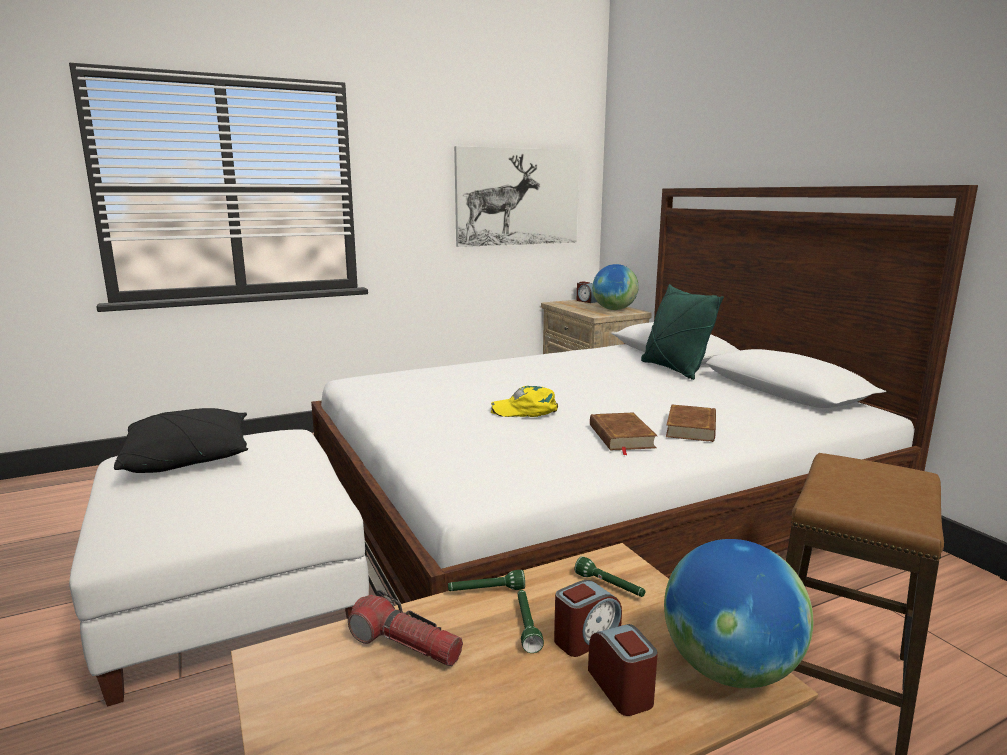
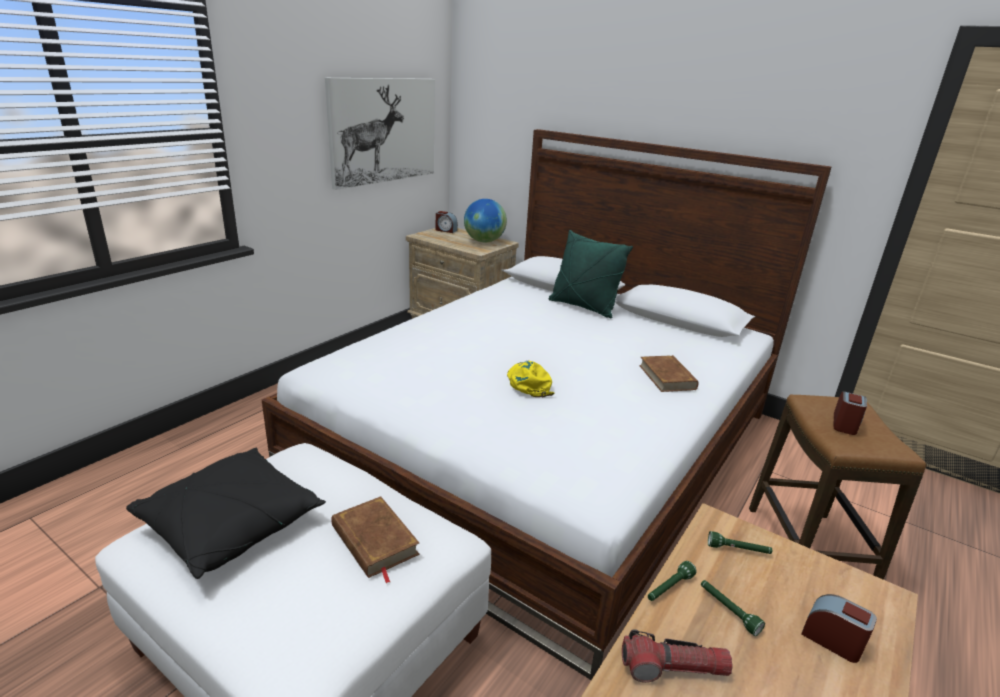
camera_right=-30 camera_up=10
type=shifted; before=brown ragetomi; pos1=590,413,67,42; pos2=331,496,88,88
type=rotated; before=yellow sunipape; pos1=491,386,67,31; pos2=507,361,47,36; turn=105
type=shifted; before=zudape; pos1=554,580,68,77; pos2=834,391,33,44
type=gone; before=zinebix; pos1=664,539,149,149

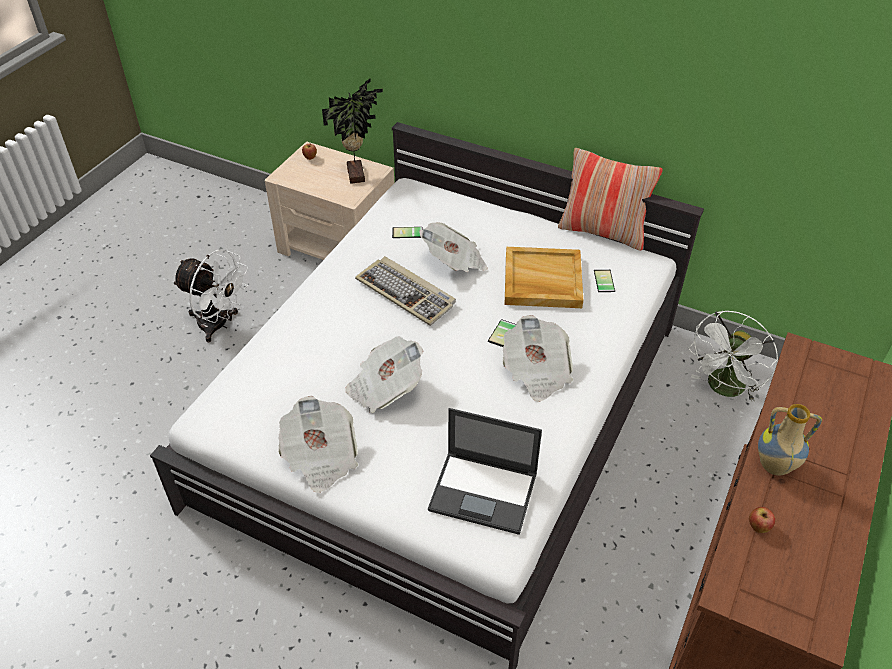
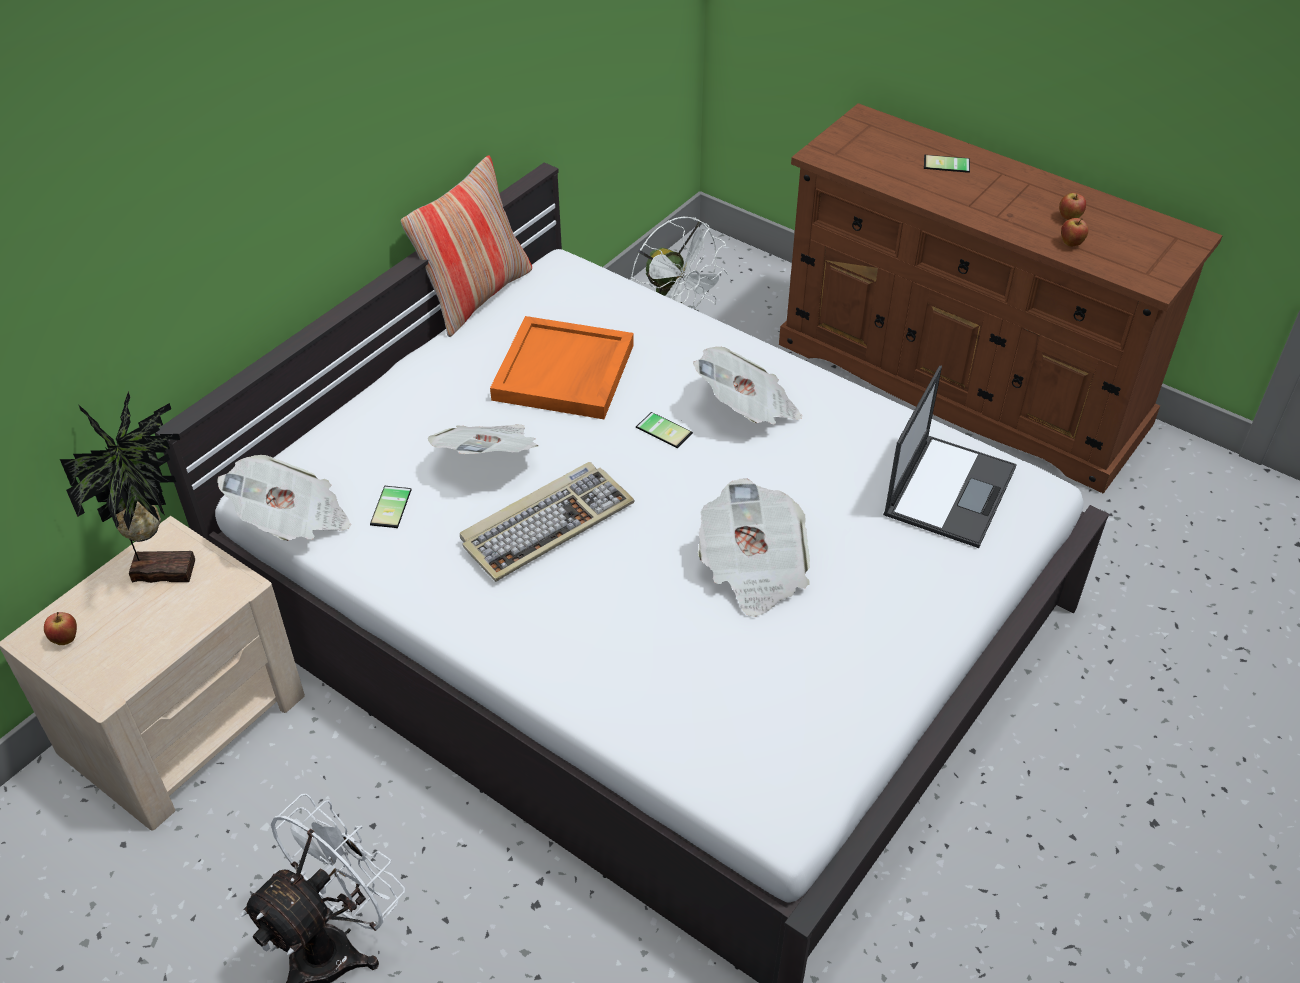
camera_right=-80 camera_up=0
type=shifted; before=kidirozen; pos1=278,396,80,97; pos2=217,455,134,86
type=repainted; before=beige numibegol; after=orange numibegol; pos1=505,247,78,61; pos2=490,316,144,103
type=shifted; before=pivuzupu; pos1=594,270,21,22; pos2=924,155,46,18
type=new; after=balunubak; pos2=1059,193,27,27
type=gone; before=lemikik; pos1=758,404,64,71

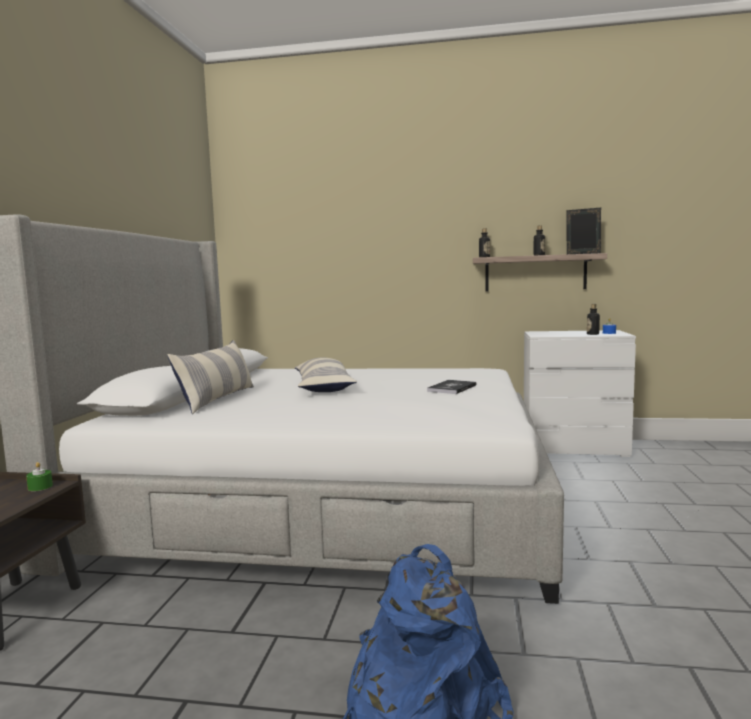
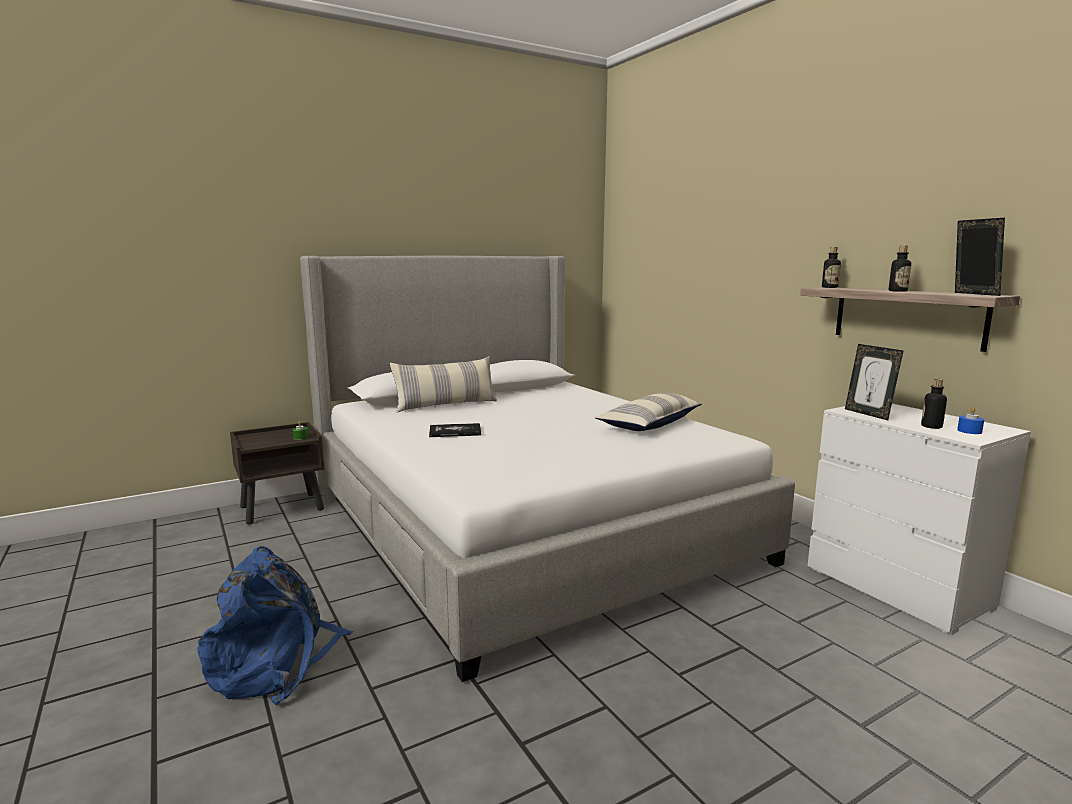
camera_right=50 camera_up=5
type=shifted; before=ragetomi; pos1=427,380,49,14; pos2=429,423,52,14
type=shifted; before=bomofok; pos1=295,358,62,34; pos2=595,393,107,38
type=new; after=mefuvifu; pos2=845,344,59,76

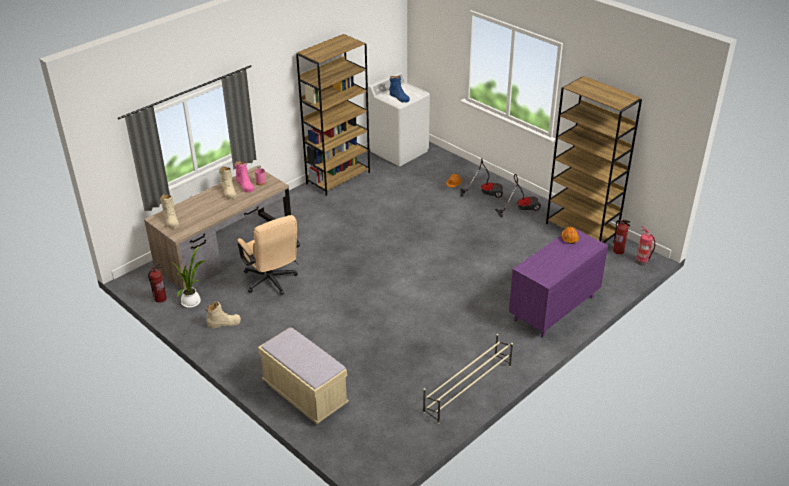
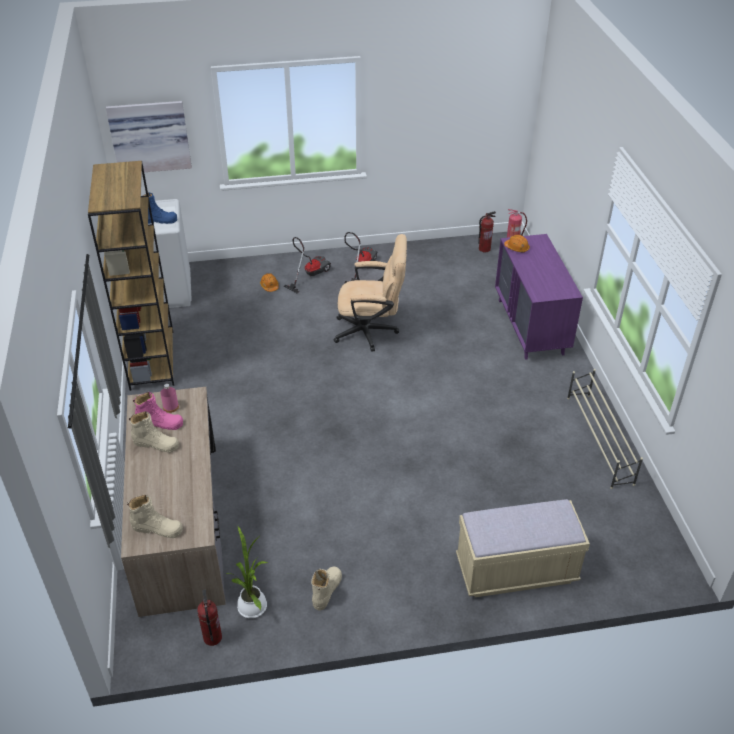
camera_right=-55 camera_up=5
type=new; after=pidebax; pos2=106,101,86,71
type=shifted; before=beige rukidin; pos1=237,215,63,80; pos2=334,234,73,118
type=gone; before=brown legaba; pos1=546,76,96,167

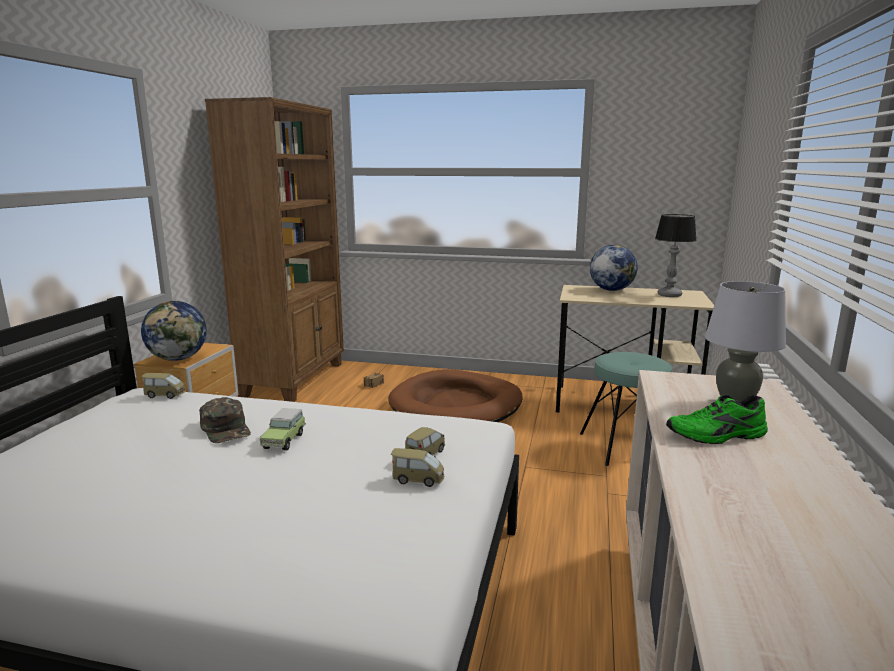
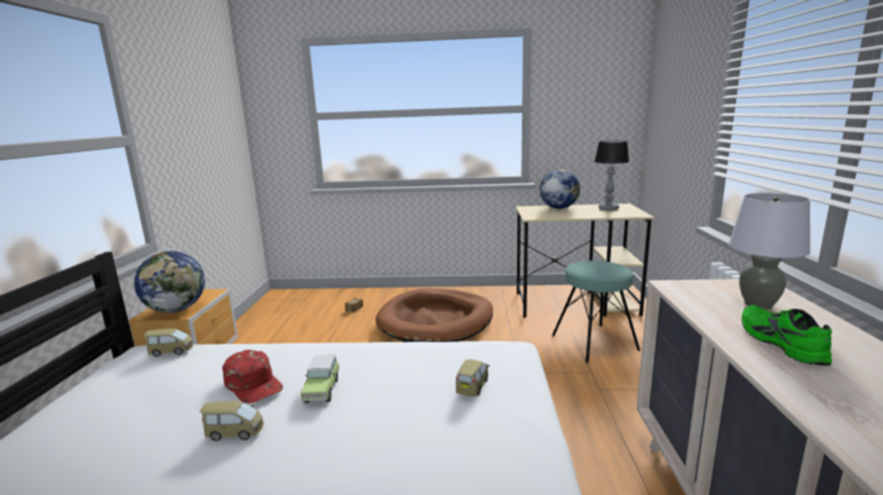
camera_right=-10 camera_up=0
type=shifted; before=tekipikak; pos1=391,448,53,39; pos2=200,401,64,40
type=repainted; before=green sunipape; after=red sunipape; pos1=199,397,52,46; pos2=222,350,61,54
type=rotated; before=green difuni; pos1=666,394,102,50; pos2=742,305,90,61; turn=105
type=gone; before=brown legaba; pos1=205,97,139,305

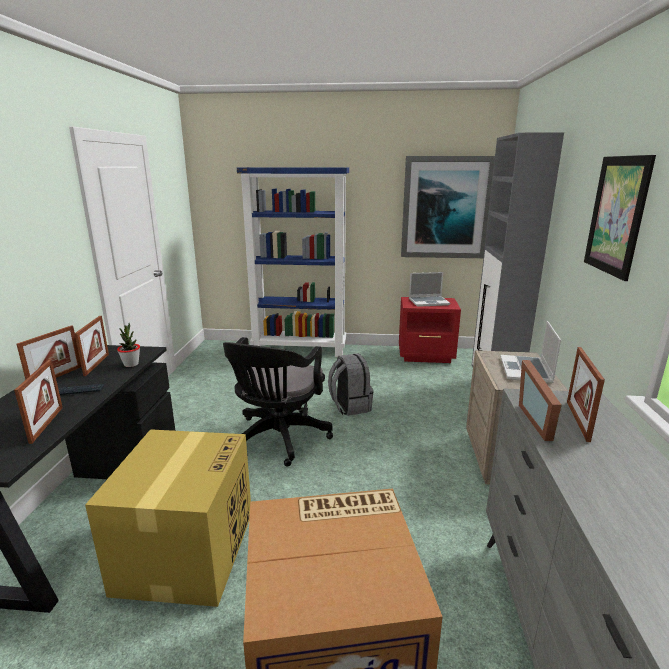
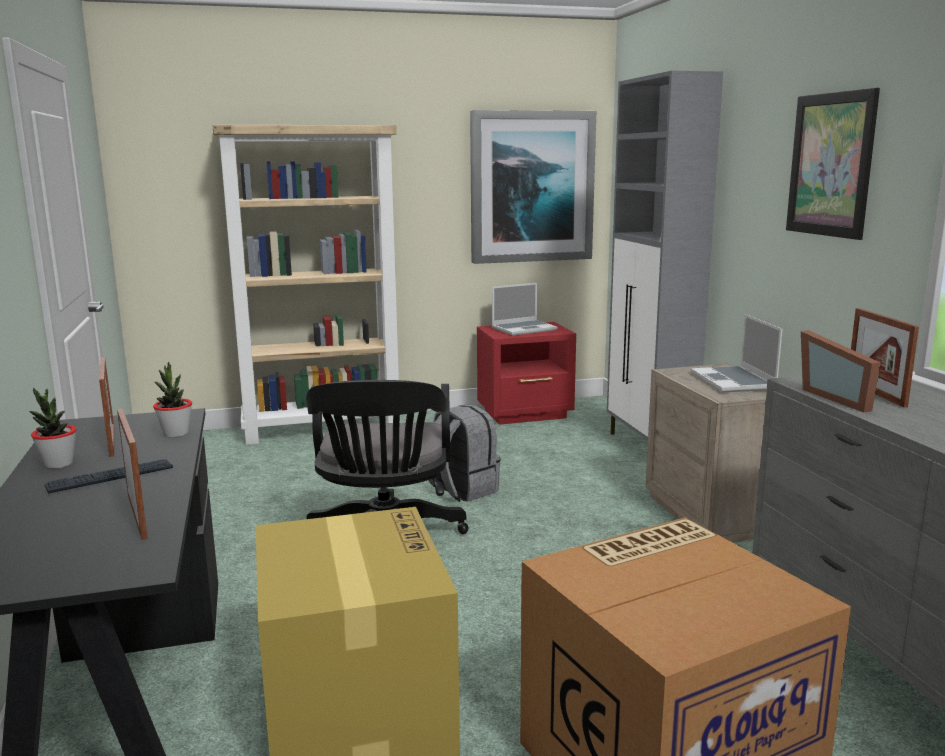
camera_right=-20 camera_up=-5
type=swapped; before=mefuvifu; after=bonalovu; pos1=16,325,65,55; pos2=29,387,47,82
type=repainted; before=blue legaba; after=beige legaba; pos1=237,167,112,190; pos2=212,125,191,320

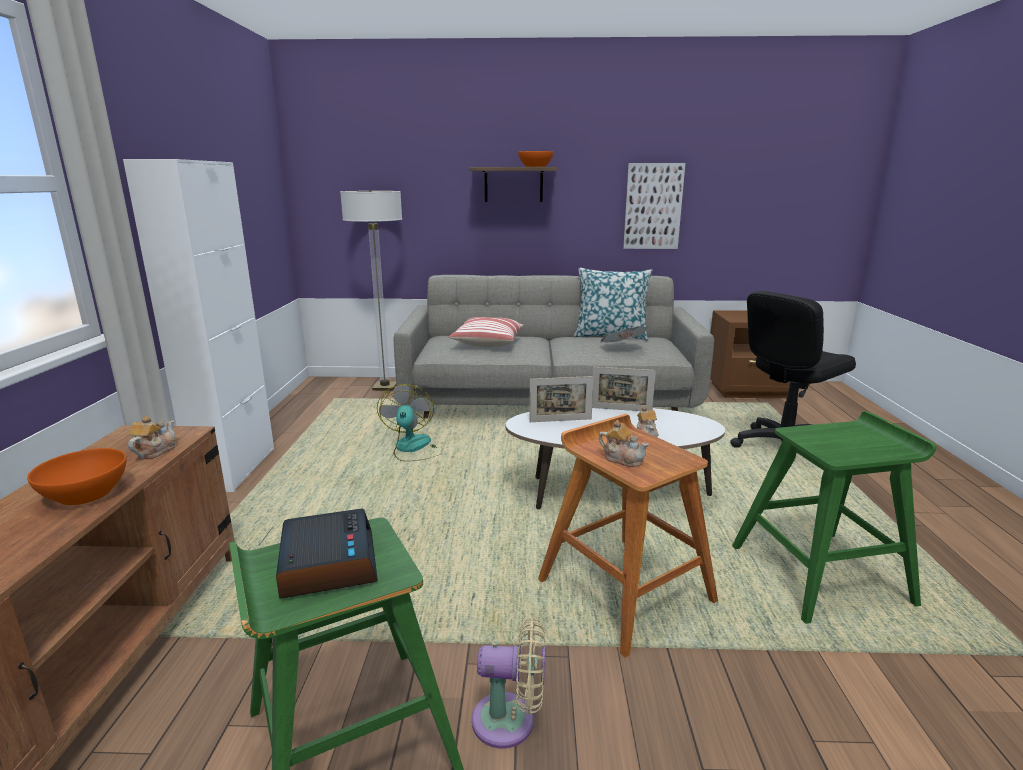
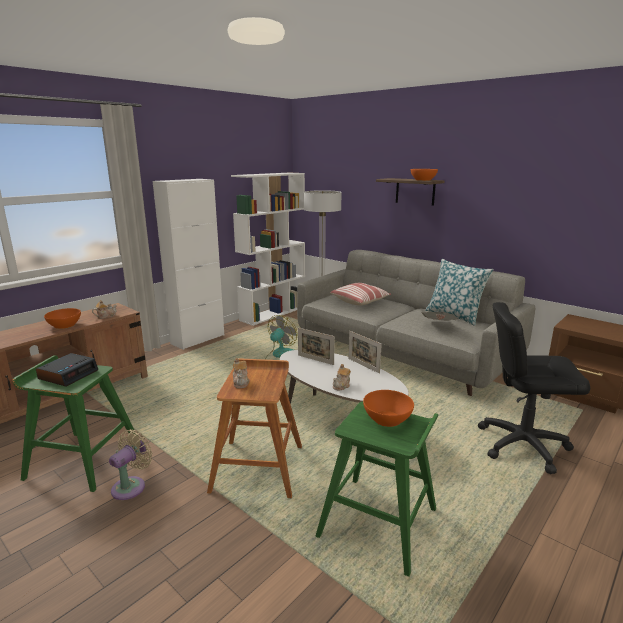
camera_right=40 camera_up=0
type=rotated; before=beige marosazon; pos1=472,617,73,132; pos2=109,429,44,71; turn=-105
type=new; after=white legaba; pos2=231,173,74,153
type=new; after=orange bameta; pos2=363,390,51,37
type=gone; before=pidebax; pos1=623,163,62,86

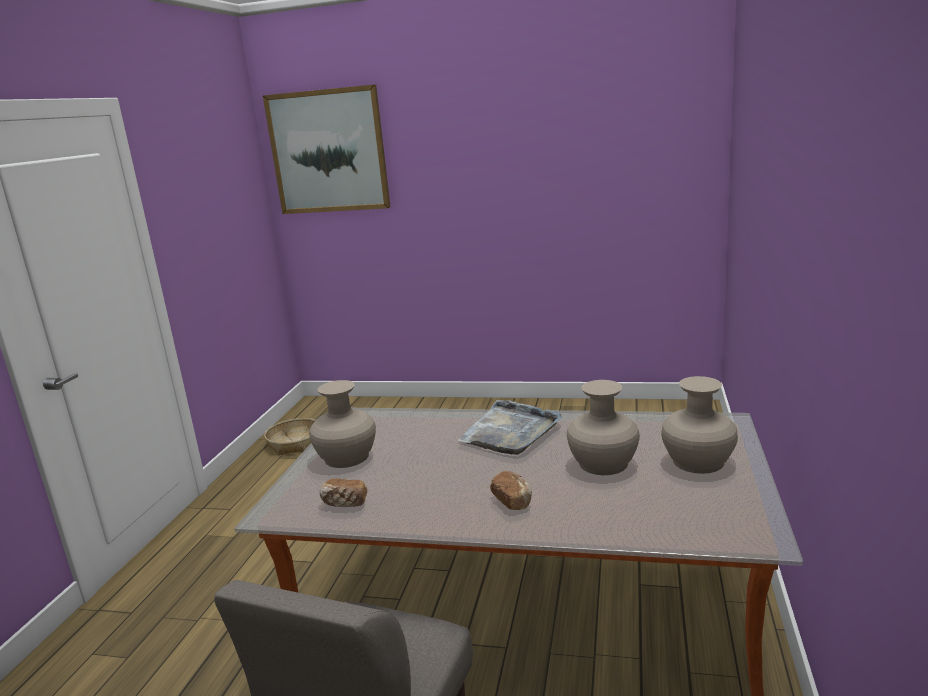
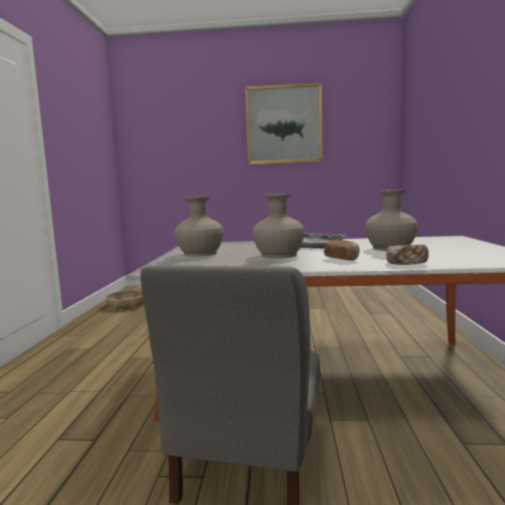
camera_right=-10 camera_up=-10
type=shifted; before=pidebax; pos1=263,84,127,130; pos2=245,82,78,83
type=shifted; before=beige lemikik; pos1=661,376,77,98; pos2=252,194,53,64
type=shifted; before=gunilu; pos1=320,478,47,29; pos2=386,244,43,21

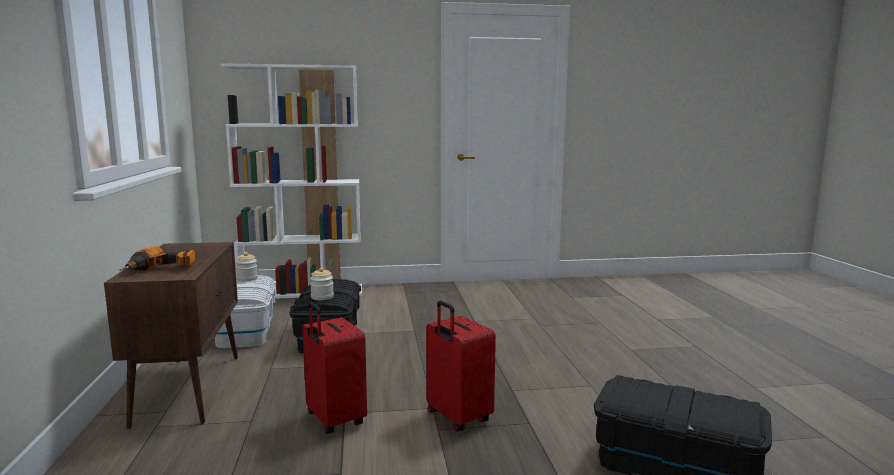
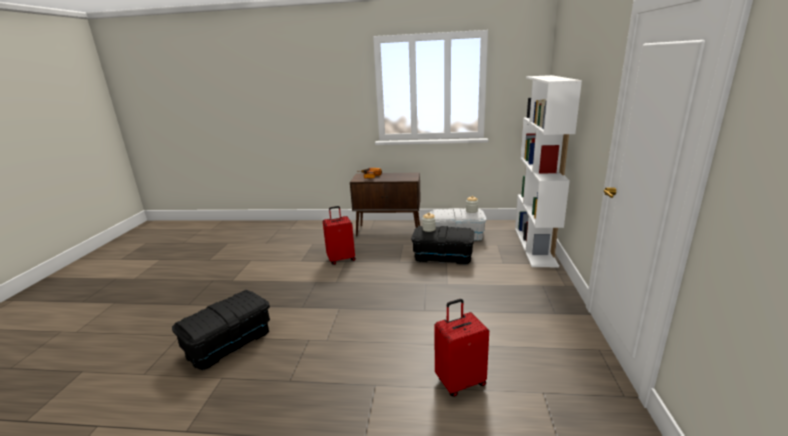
camera_right=105 camera_up=10
type=shifted; before=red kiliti; pos1=426,301,70,130; pos2=434,299,55,98

